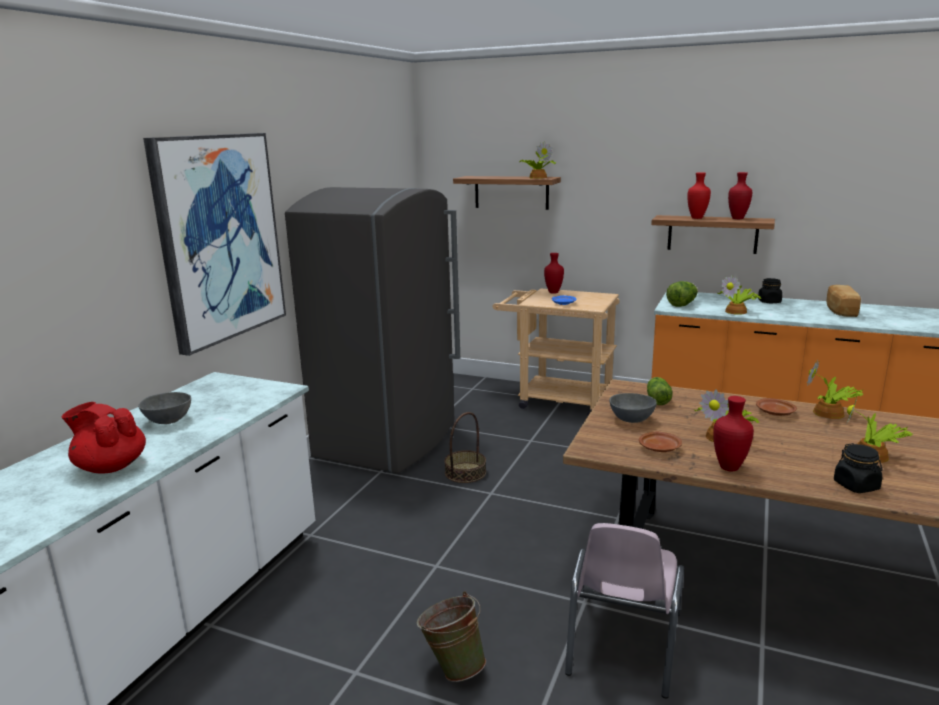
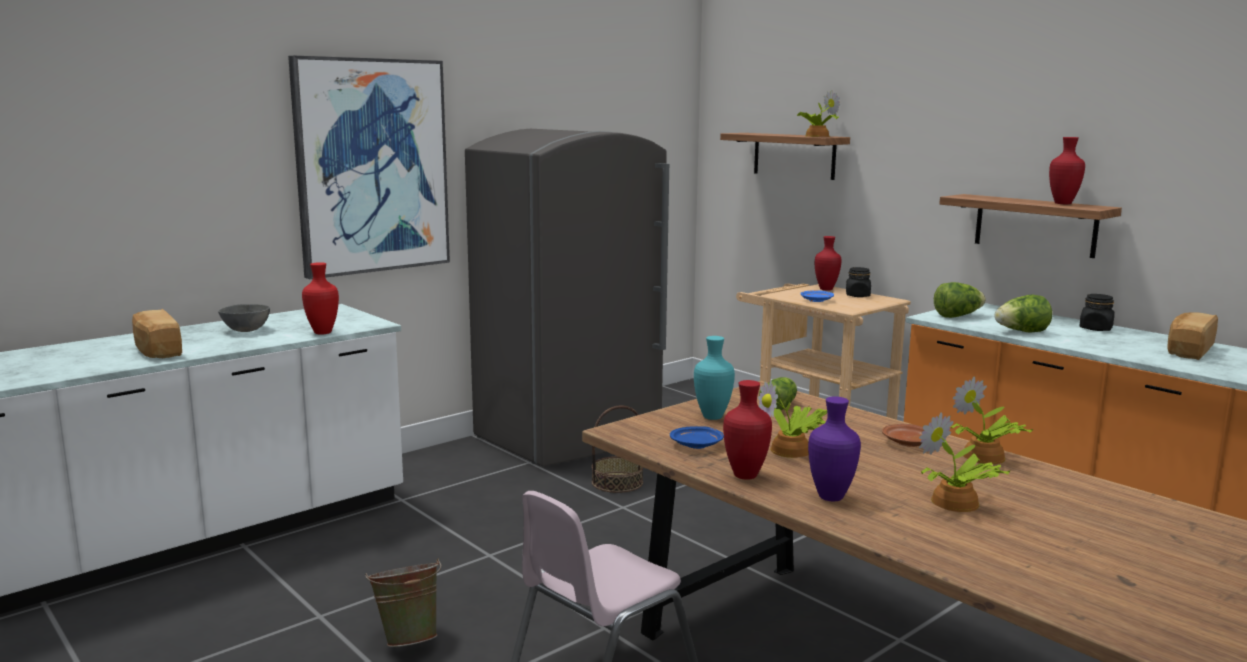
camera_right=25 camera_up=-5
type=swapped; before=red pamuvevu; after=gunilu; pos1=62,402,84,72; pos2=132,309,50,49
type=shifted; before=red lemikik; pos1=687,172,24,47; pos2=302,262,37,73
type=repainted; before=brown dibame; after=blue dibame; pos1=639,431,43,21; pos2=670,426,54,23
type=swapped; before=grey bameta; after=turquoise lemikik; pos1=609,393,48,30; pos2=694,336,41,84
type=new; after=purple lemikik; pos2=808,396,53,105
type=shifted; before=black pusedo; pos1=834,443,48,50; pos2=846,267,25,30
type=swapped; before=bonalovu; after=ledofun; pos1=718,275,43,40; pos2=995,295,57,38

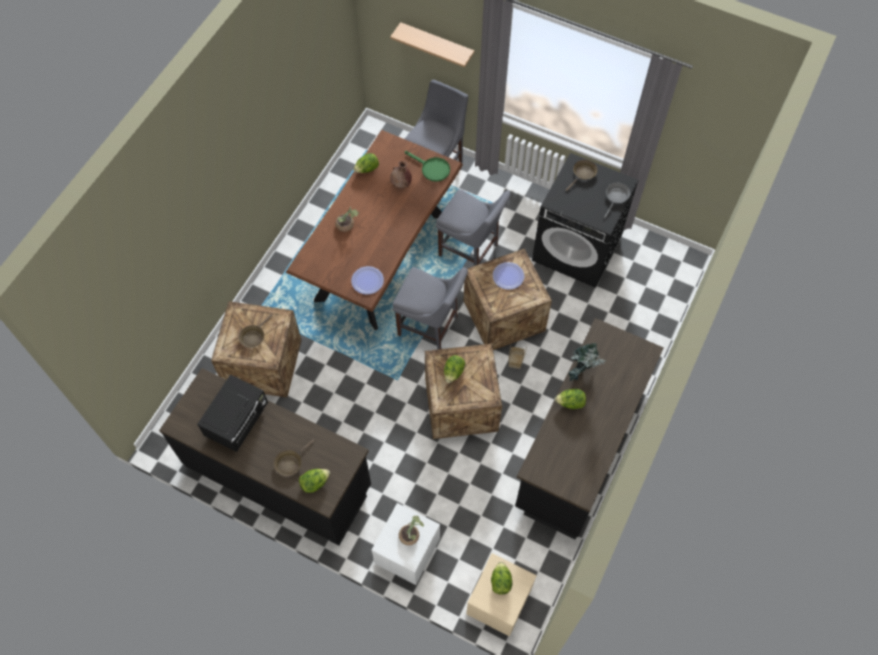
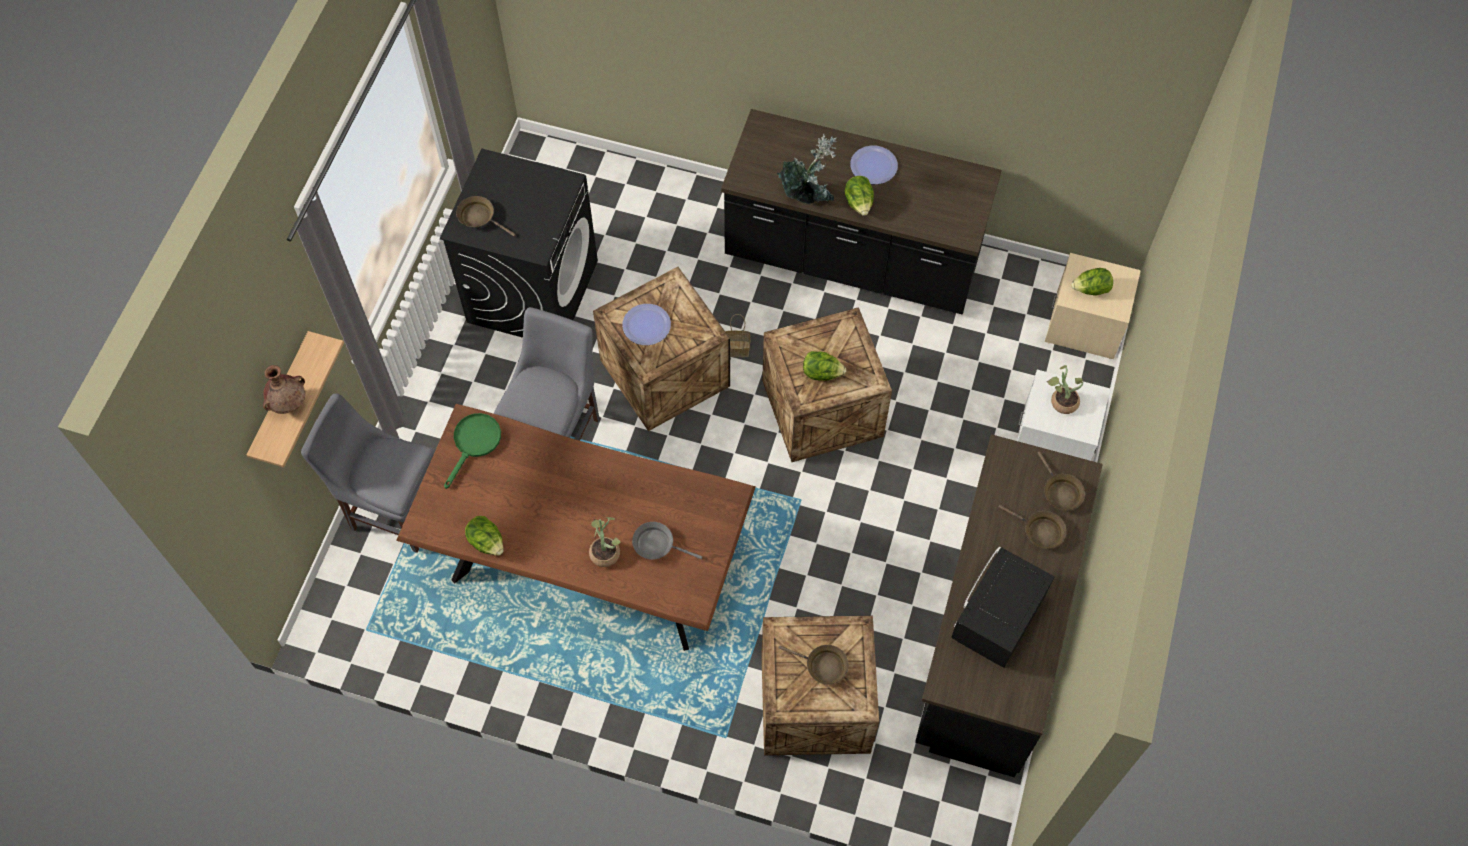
camera_right=-100 camera_up=0
type=shifted; before=brown lemikik; pos1=390,161,22,27; pos2=263,365,42,49
type=shifted; before=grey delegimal; pos1=604,183,26,35; pos2=632,522,70,37
type=shifted; before=dibame; pos1=351,266,33,29; pos2=850,146,48,38
type=rotated; before=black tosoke; pos1=197,374,71,78; pos2=951,547,104,121; turn=-75
type=swapped; before=ledofun; after=brown delegimal; pos1=299,469,31,24; pos2=1037,451,48,60
type=gone; before=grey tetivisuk; pos1=393,267,75,83

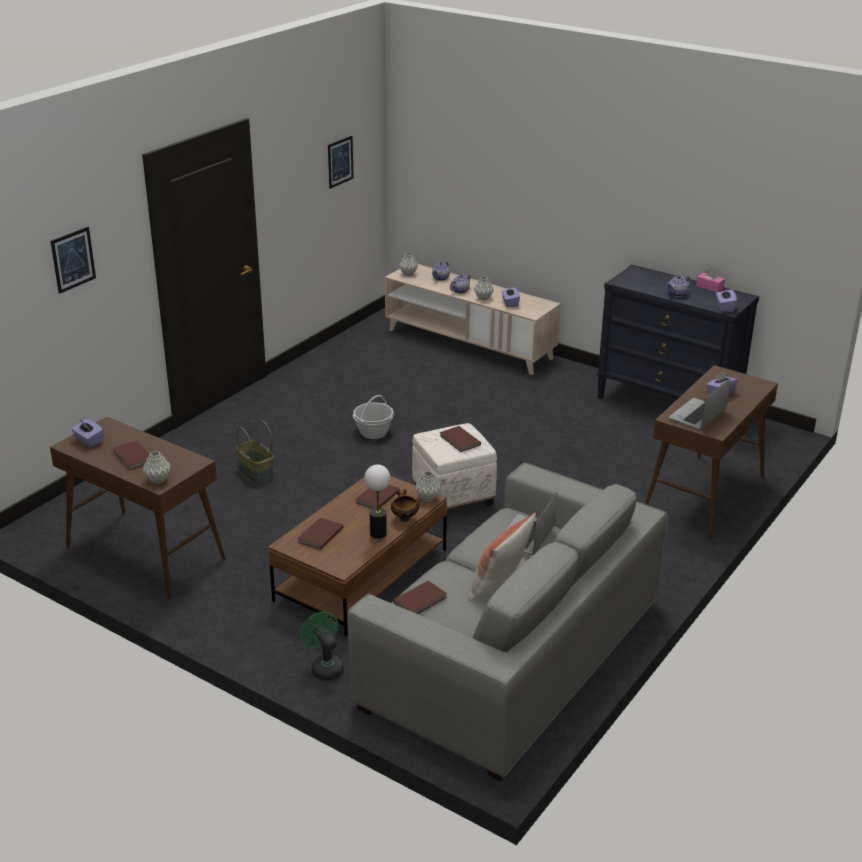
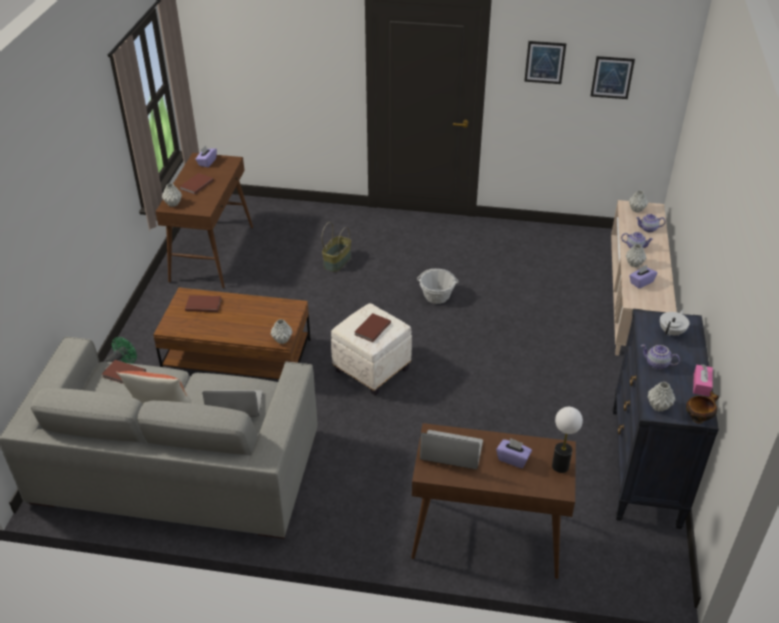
camera_right=65 camera_up=10
type=shifted; before=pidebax; pos1=51,227,45,67; pos2=524,41,42,43
type=shifted; before=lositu; pos1=364,465,26,74; pos2=552,407,31,66
type=swapped; before=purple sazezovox; after=grey lemikik; pos1=716,289,21,23; pos2=648,382,27,30
type=new; after=white pamuvevu; pos2=660,309,30,27
type=shifted; before=bameta; pos1=391,489,28,34; pos2=686,391,33,32
type=gone; before=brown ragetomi; pos1=356,485,44,24

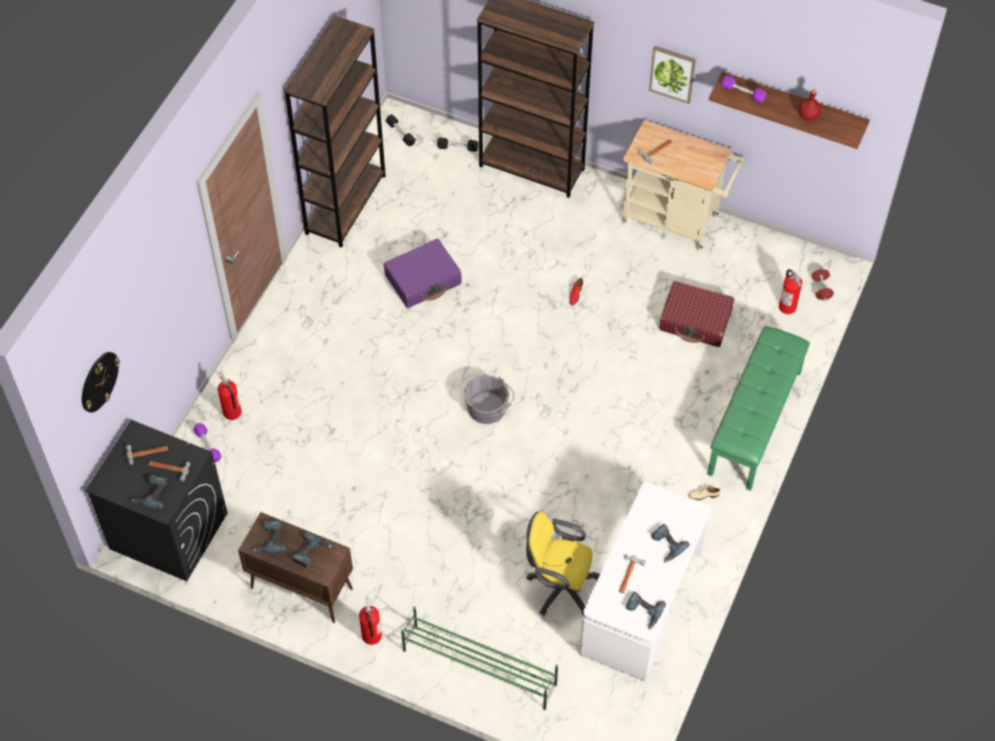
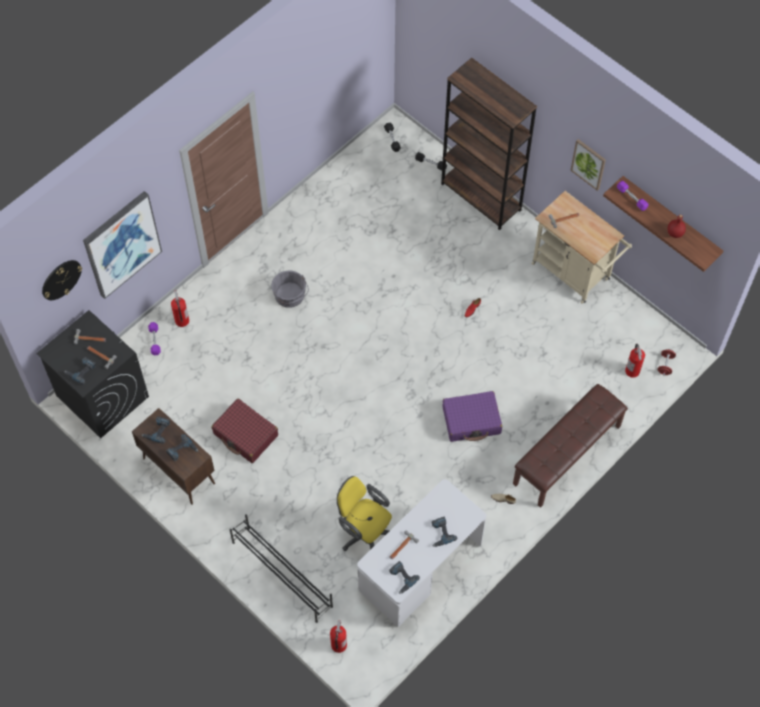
camera_right=20 camera_up=5
type=new; after=pidebax; pos2=83,191,79,108
type=shifted; before=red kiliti; pos1=659,281,75,66; pos2=211,398,67,65
type=repainted; before=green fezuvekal; after=black fezuvekal; pos1=401,606,157,104; pos2=229,514,104,109
type=shifted; before=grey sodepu; pos1=464,376,50,48; pos2=271,271,38,37
type=shifted; before=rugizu; pos1=359,597,23,48; pos2=330,620,17,33
type=shifted; before=purple kiliti; pos1=384,239,78,69; pos2=442,391,60,51
type=repainted; before=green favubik; after=brown favubik; pos1=707,326,103,165; pos2=513,384,115,124
type=gone; before=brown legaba; pos1=284,15,102,233

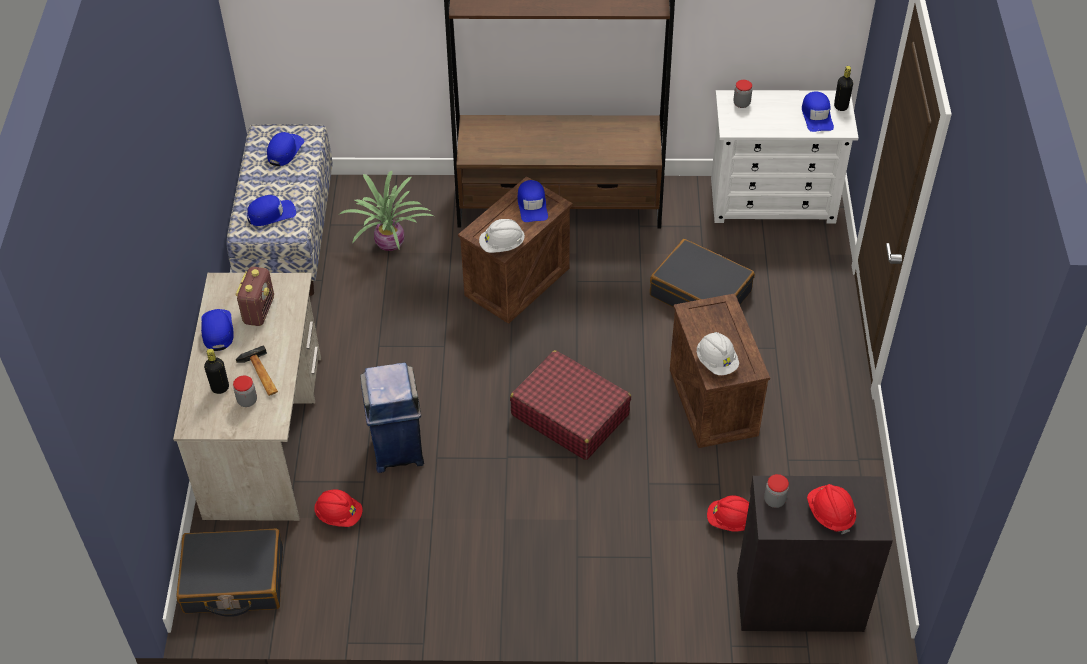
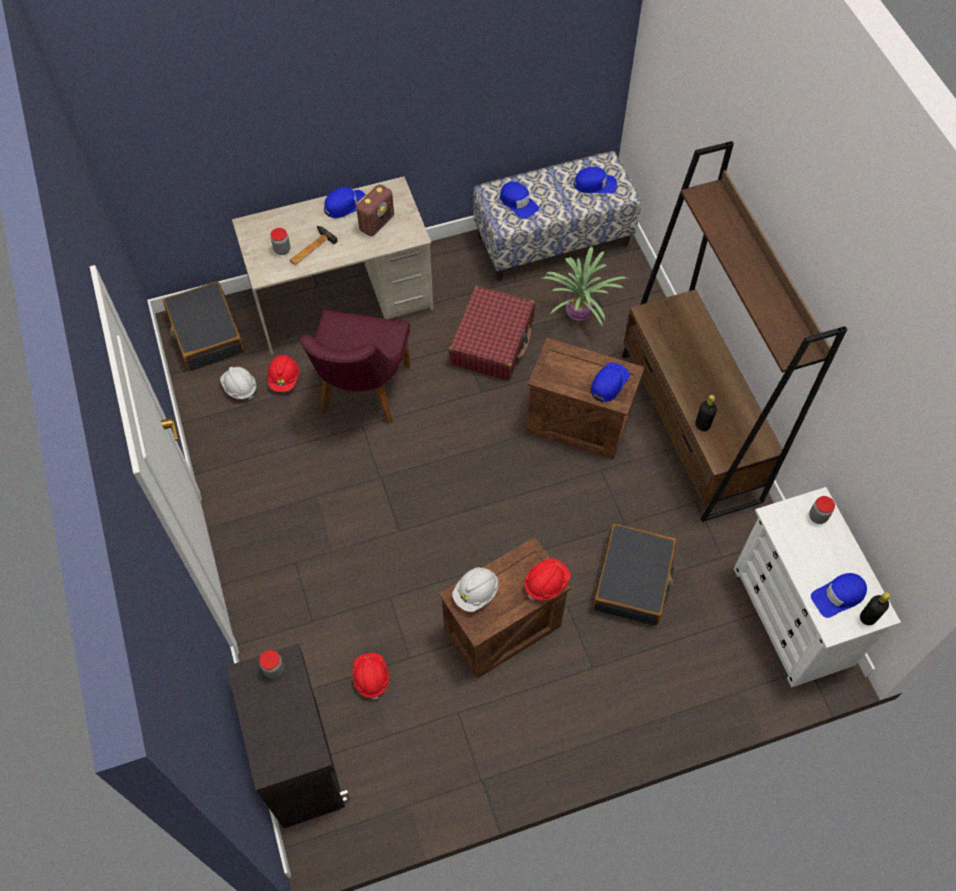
camera_right=70 camera_up=10
type=shifted; before=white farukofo; pos1=479,219,46,34; pos2=220,367,36,34
type=swapped; before=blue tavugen; after=purple tetivisuk; pos1=360,362,64,111; pos2=300,310,110,114
type=rotated; before=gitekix; pos1=235,267,39,59; pos2=356,184,38,52; turn=-45
type=shifted; before=red kiliti; pos1=510,350,121,110; pos2=449,286,86,95
type=shifted; before=red farukofo; pos1=807,484,49,50; pos2=525,558,46,43
type=rotated; before=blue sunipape; pos1=517,180,31,42; pos2=591,362,39,40; turn=150
type=shifted; before=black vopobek; pos1=204,349,25,45; pos2=695,395,22,36

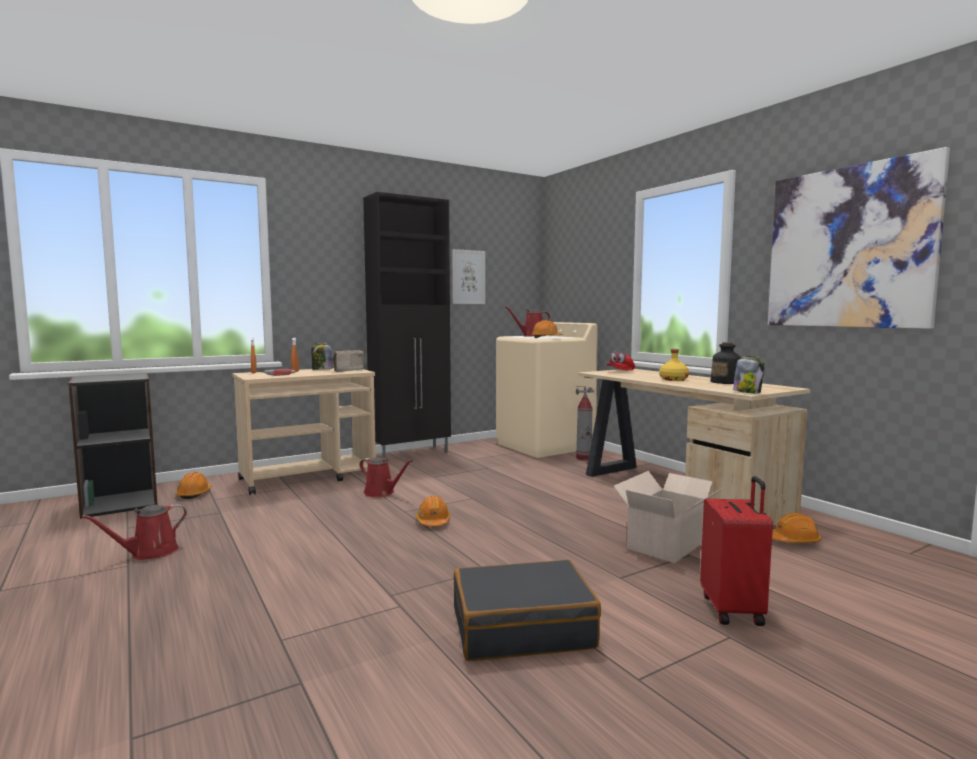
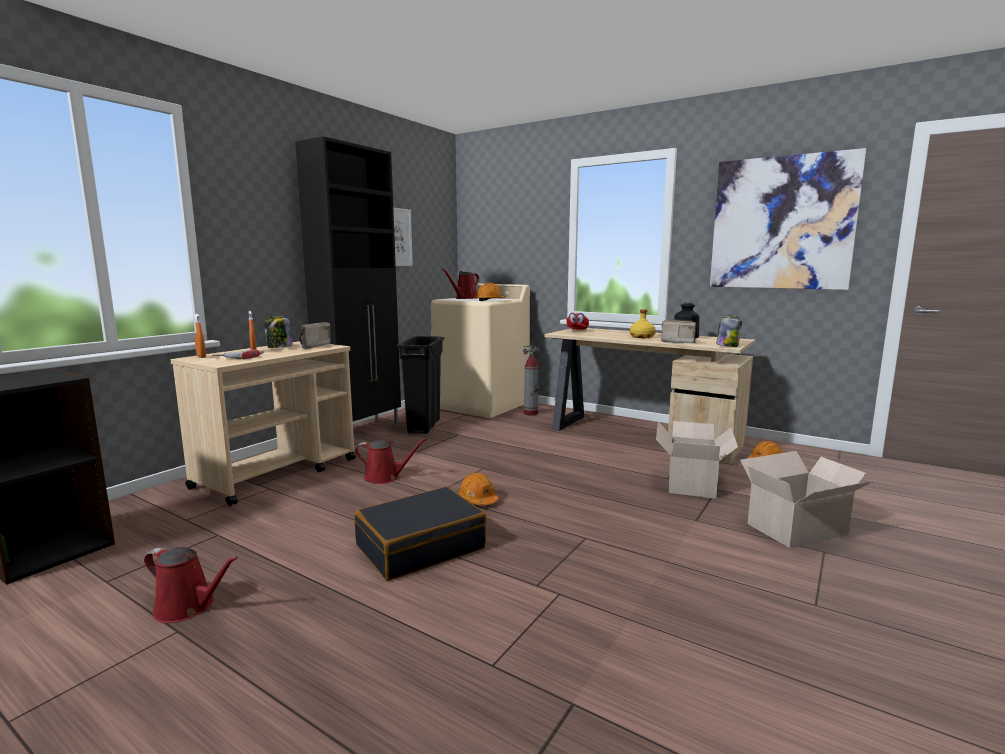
camera_right=-25 camera_up=5
type=rotated; before=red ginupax; pos1=82,504,105,56; pos2=144,547,94,76; turn=-90
type=shifted; before=black kiliti; pos1=454,560,147,101; pos2=354,487,132,94
type=new; after=black tavugen; pos2=397,336,47,98
type=new; after=gitekix; pos2=661,320,36,23
type=swapped; before=red kiliti; after=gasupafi; pos1=700,476,73,150; pos2=740,451,135,97
type=gone; before=orange farukofo; pos1=175,472,36,27

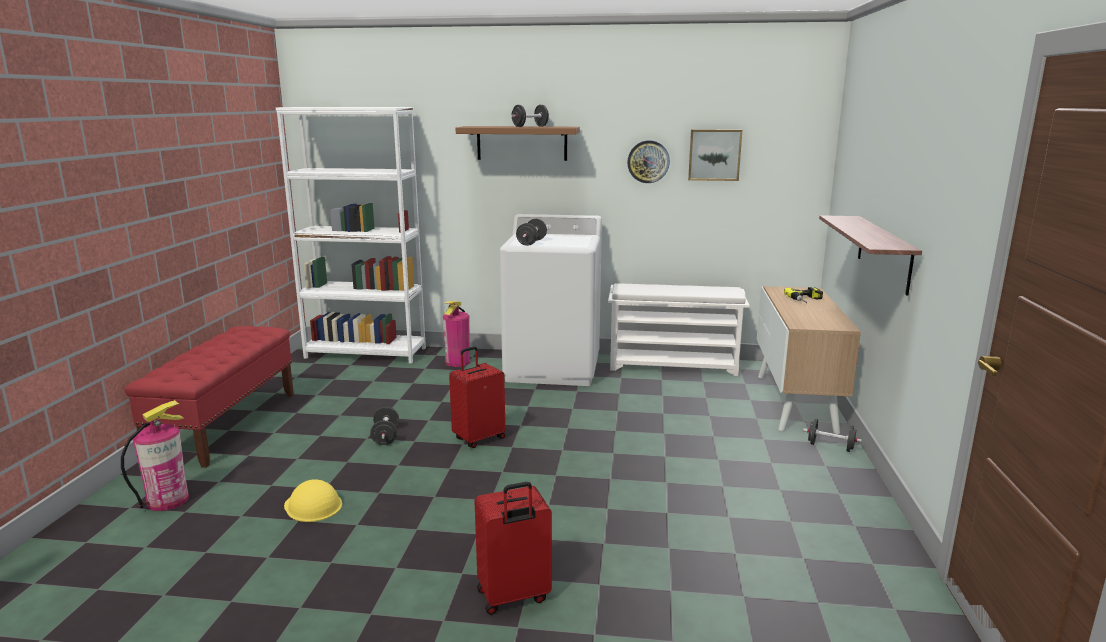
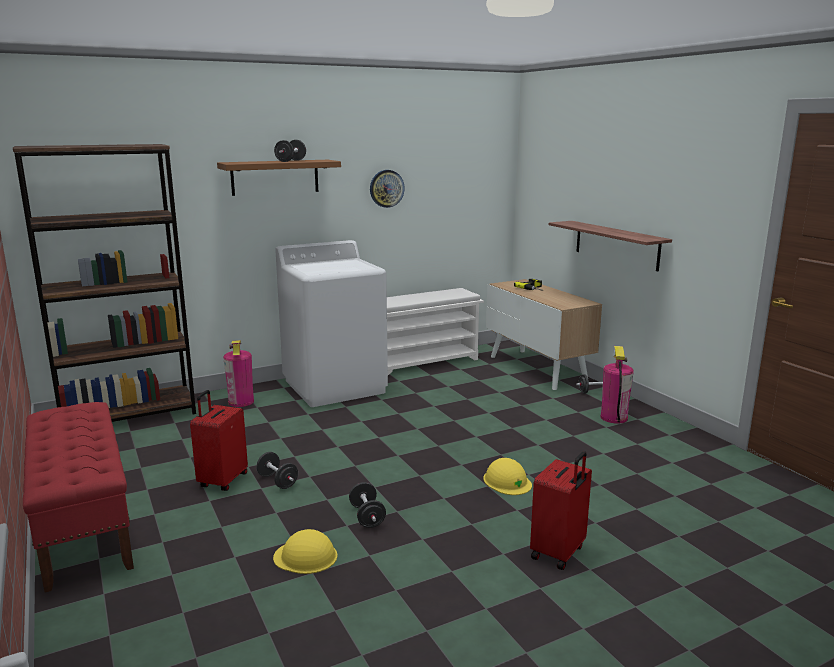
camera_right=-35 camera_up=0
type=repainted; before=white legaba; after=brown legaba; pos1=276,107,150,257; pos2=13,144,183,278
type=shifted; before=red kiliti; pos1=449,346,56,102; pos2=190,390,58,101
type=shifted; before=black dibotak; pos1=516,219,31,27; pos2=349,482,37,46
type=new; after=yellow farukofo; pos2=483,458,49,37
type=shifted; before=rugizu; pos1=121,400,68,111; pos2=601,346,33,78
type=gone; before=pidebax; pos1=688,129,54,52

